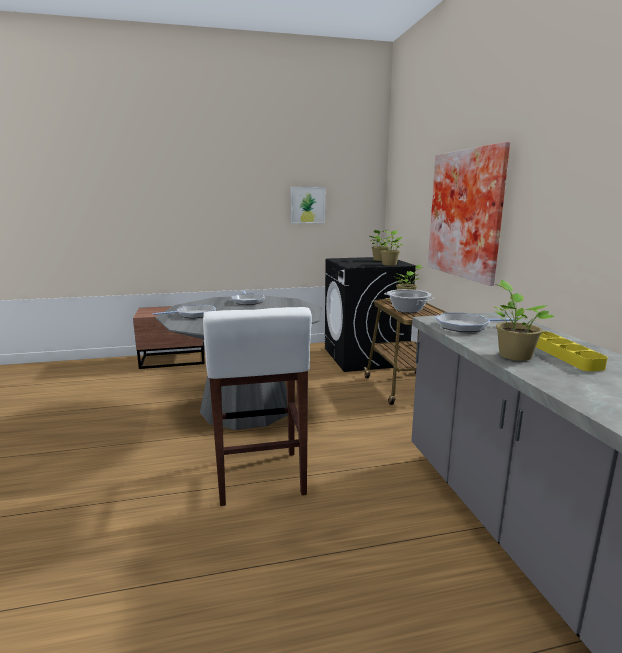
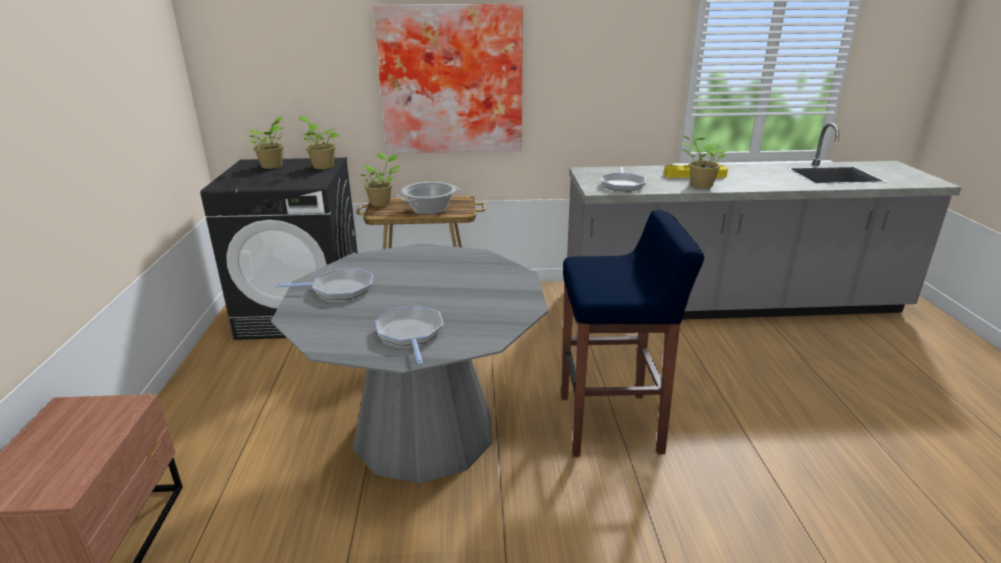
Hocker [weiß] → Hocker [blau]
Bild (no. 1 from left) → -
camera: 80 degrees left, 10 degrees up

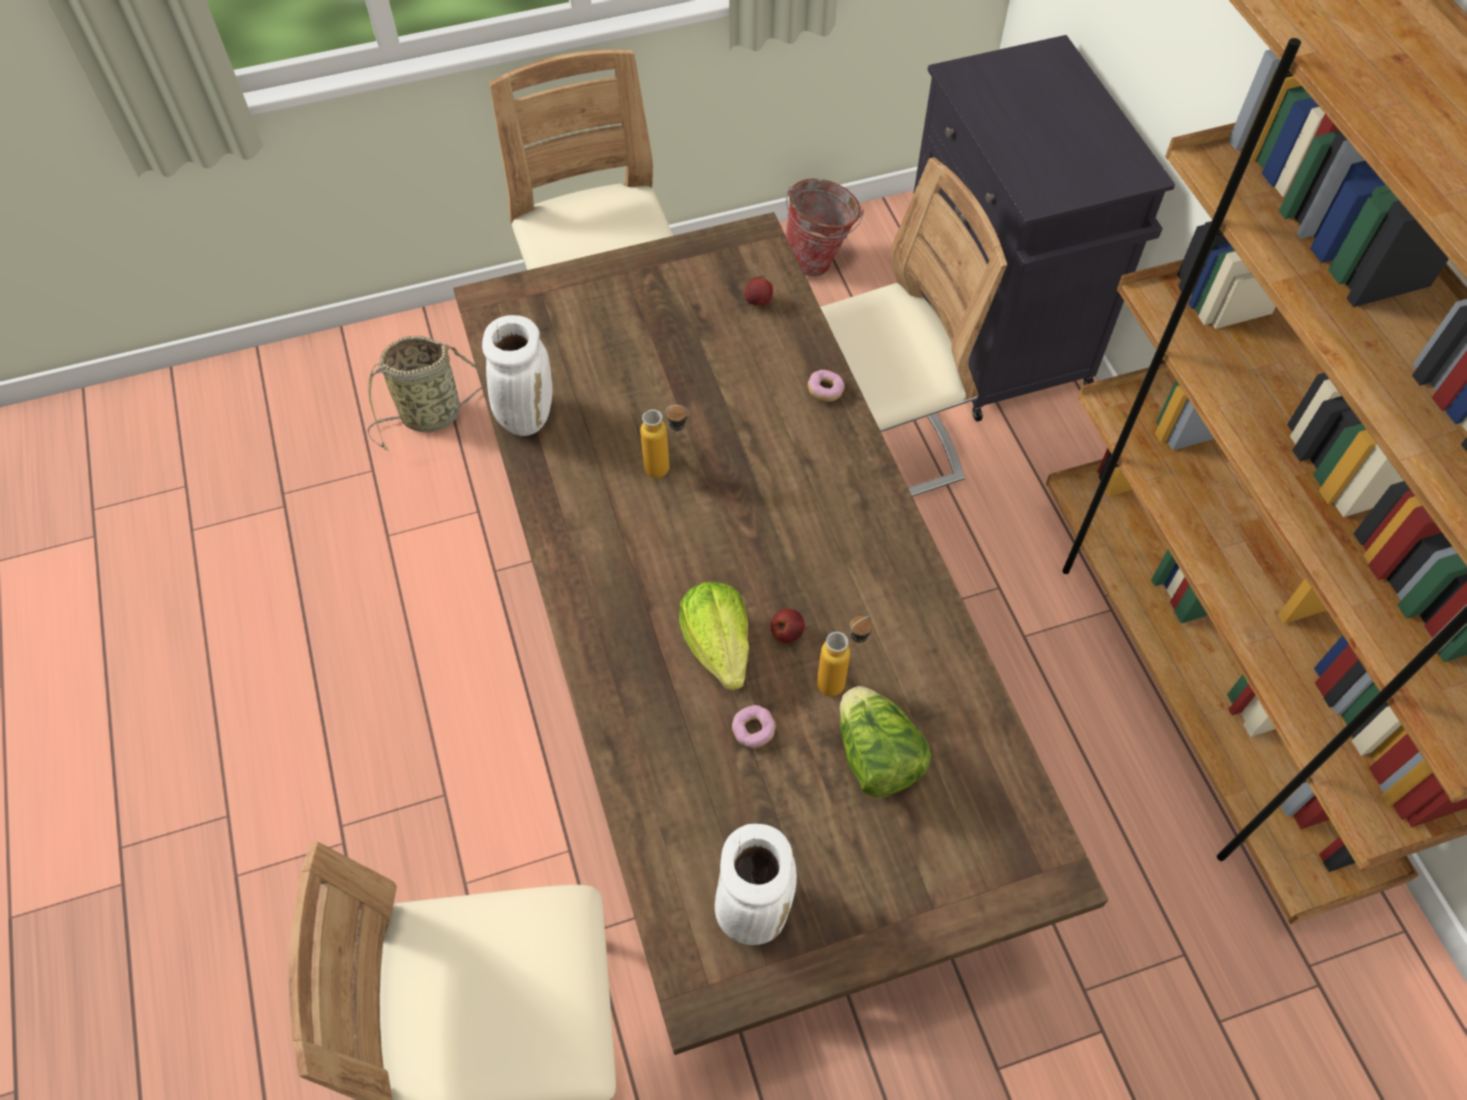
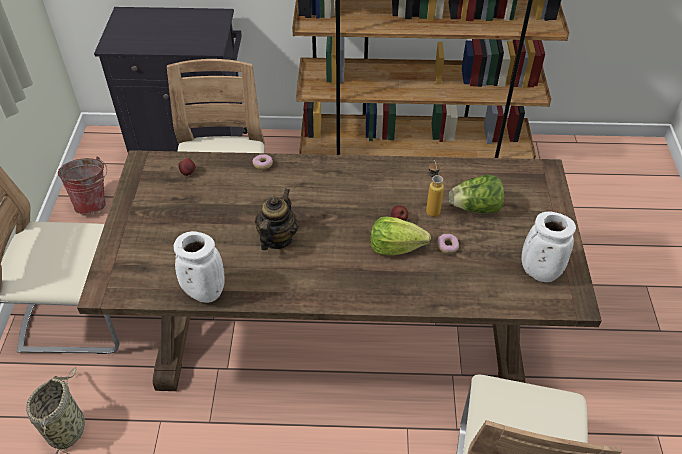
Flasche (no. 1 from left) → Teekanne
camera: 70 degrees left, 10 degrees down

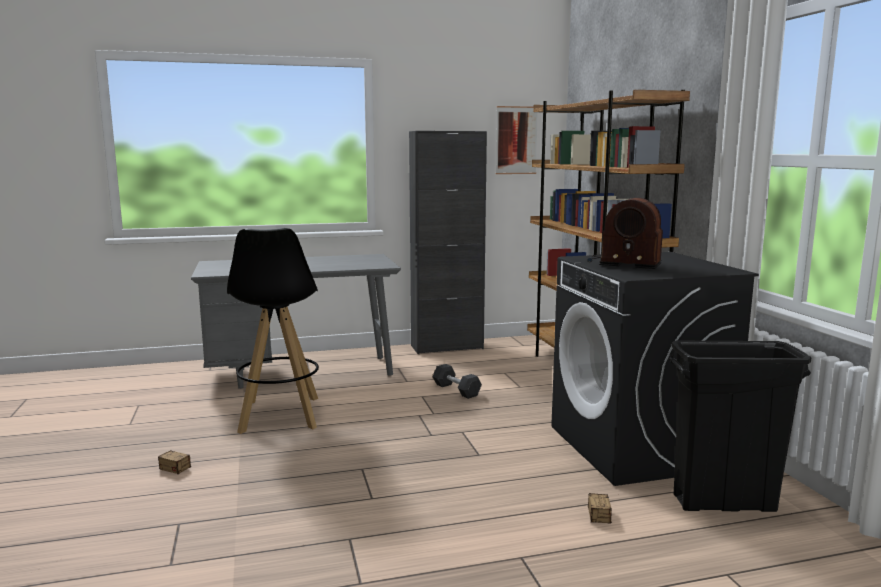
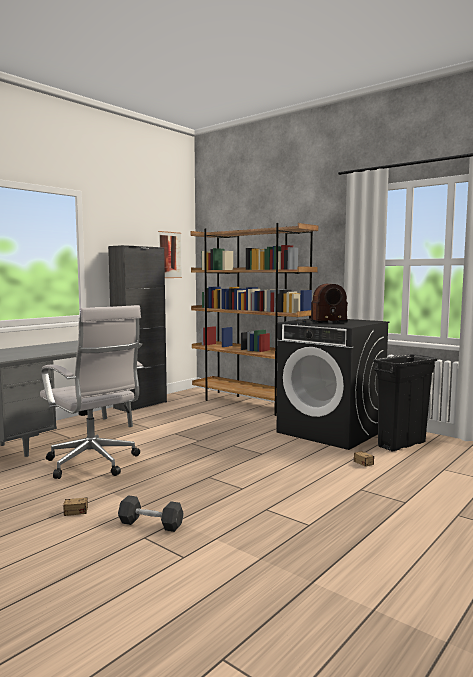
Hocker [schwarz] → Bürostuhl [weiß]
Hantel [grau], shifted
camera: 35 degrees left, 5 degrees down

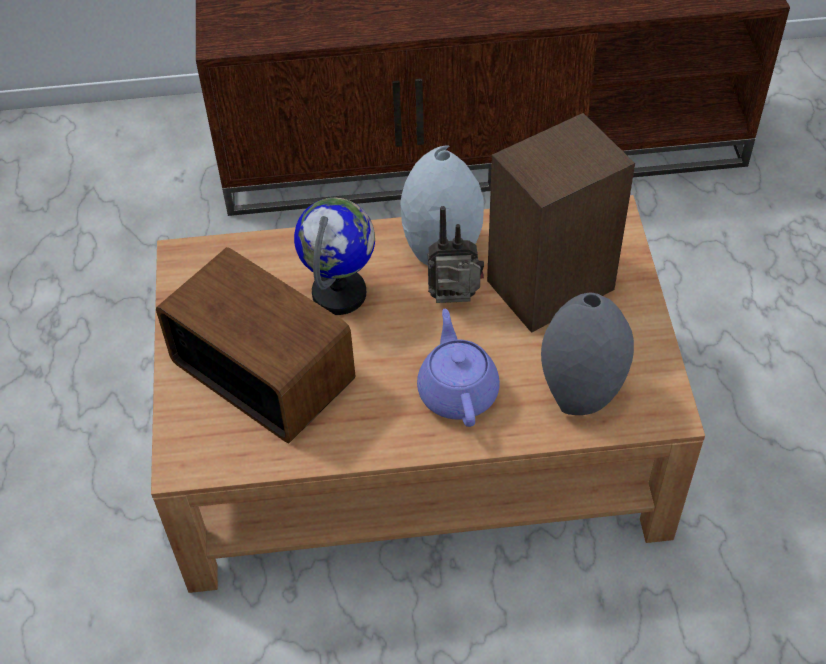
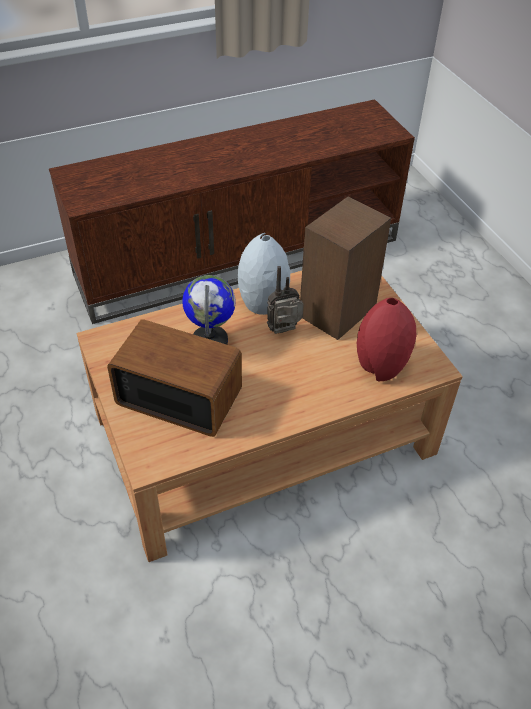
Teekanne [lila] → -
Vase [grau] (no. 2 from left) → Vase [rot]
camera: 20 degrees left, 5 degrees down

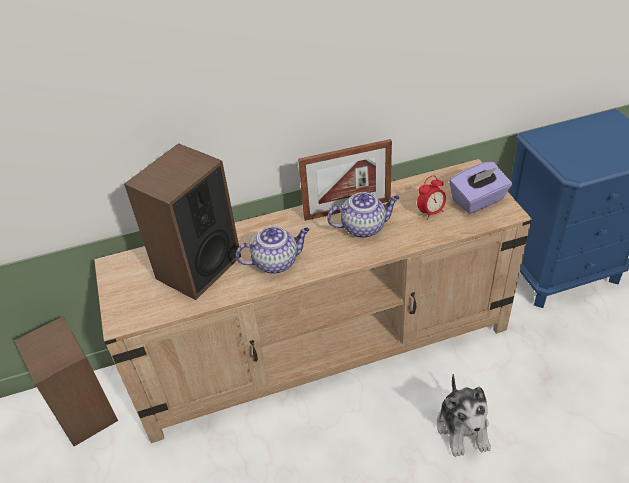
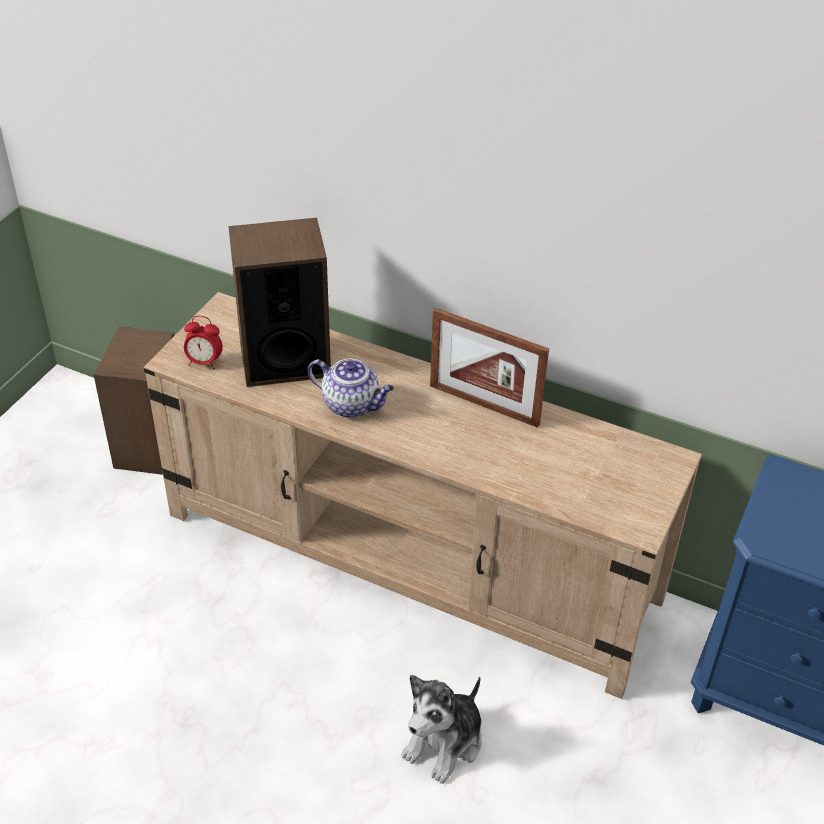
Teekanne (no. 2 from left) → -
Wecker, shifted
Taschentuchbox [lila] → -
camera: 40 degrees right, 0 degrees up

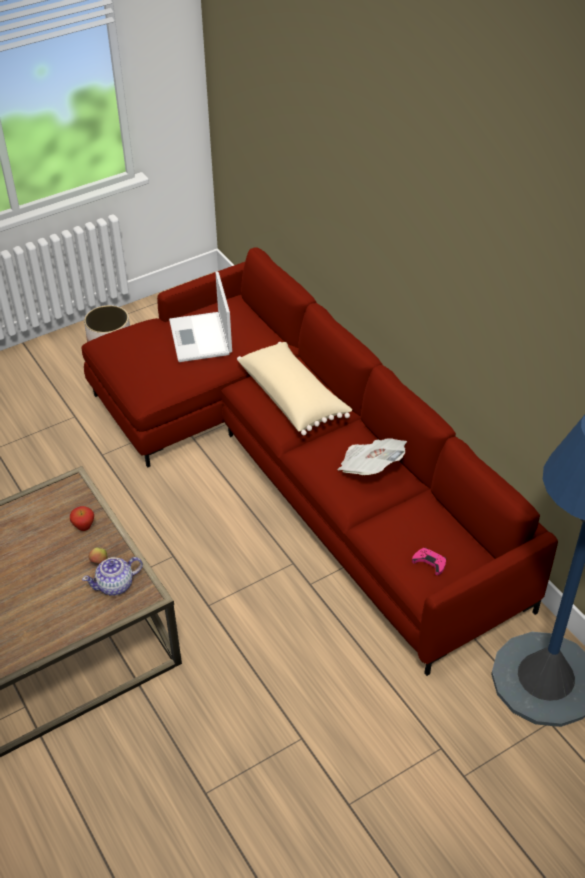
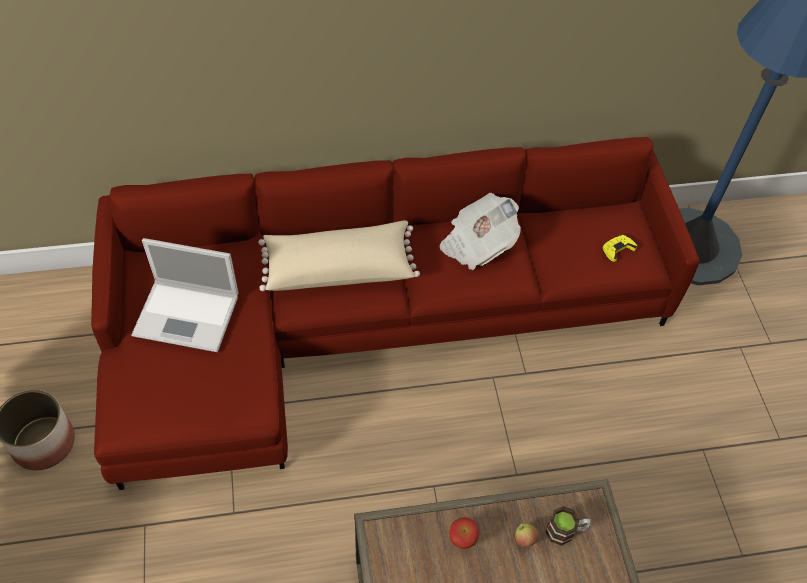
Teekanne → Henkelbecher
Gamepad [rosa] → Gamepad [gelb]
camera: 70 degrees left, 10 degrees up

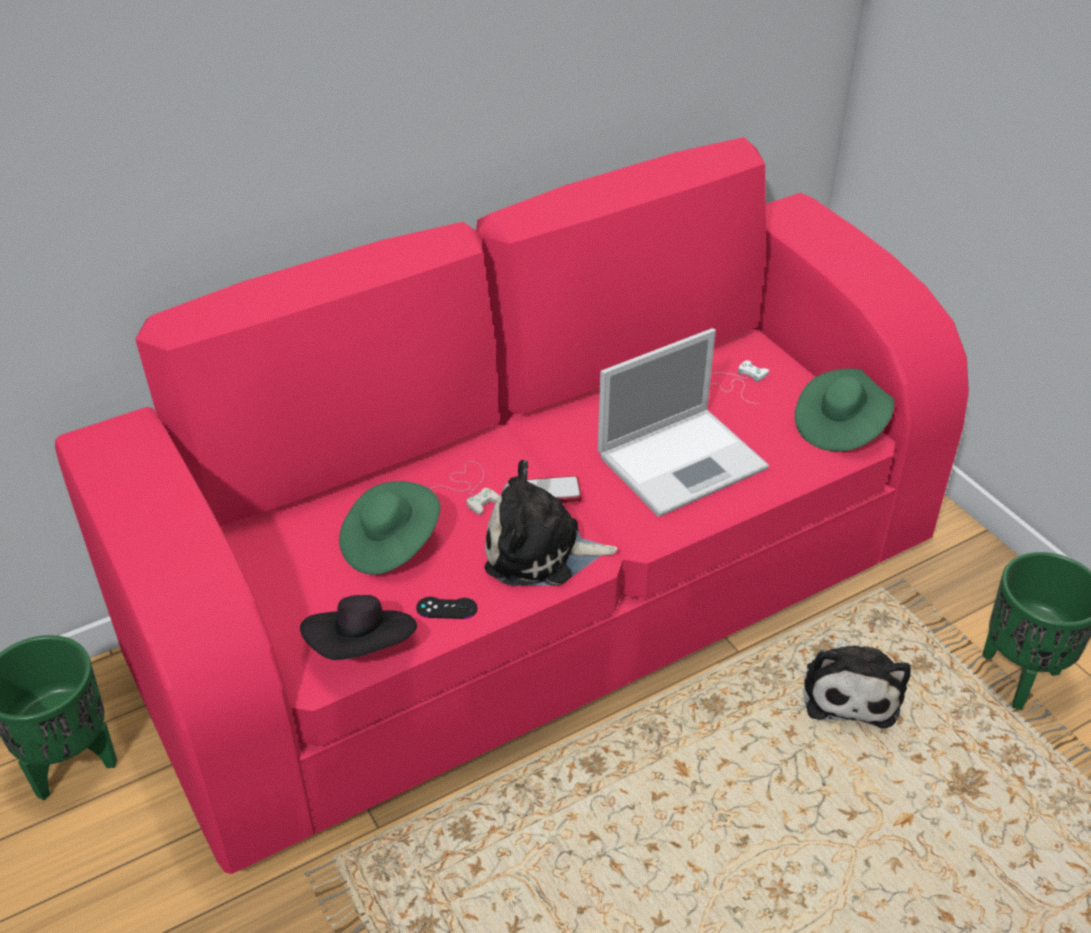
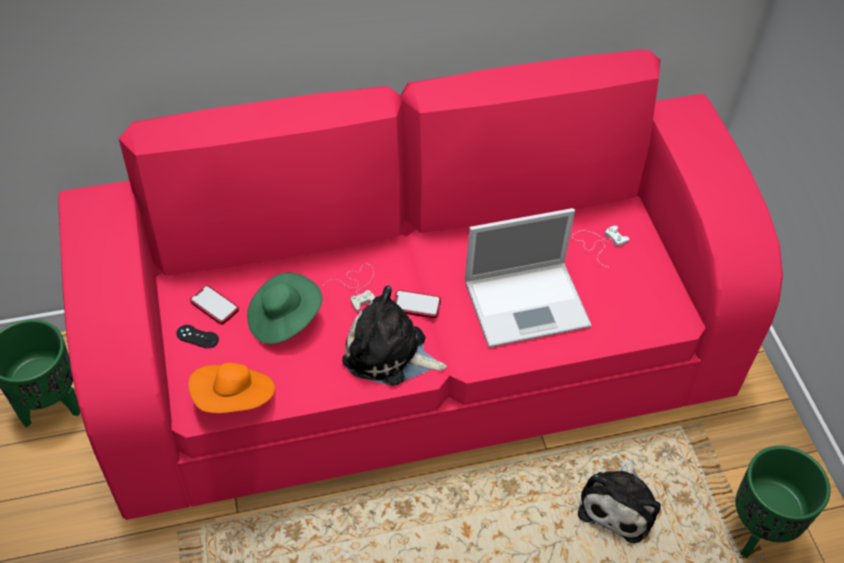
Hut [schwarz] → Hut [orange]
Gamepad [schwarz], shifted
Hut [grün] (no. 2 from left) → -
- → Handy (no. 1 from left)
camera: 15 degrees right, 10 degrees up

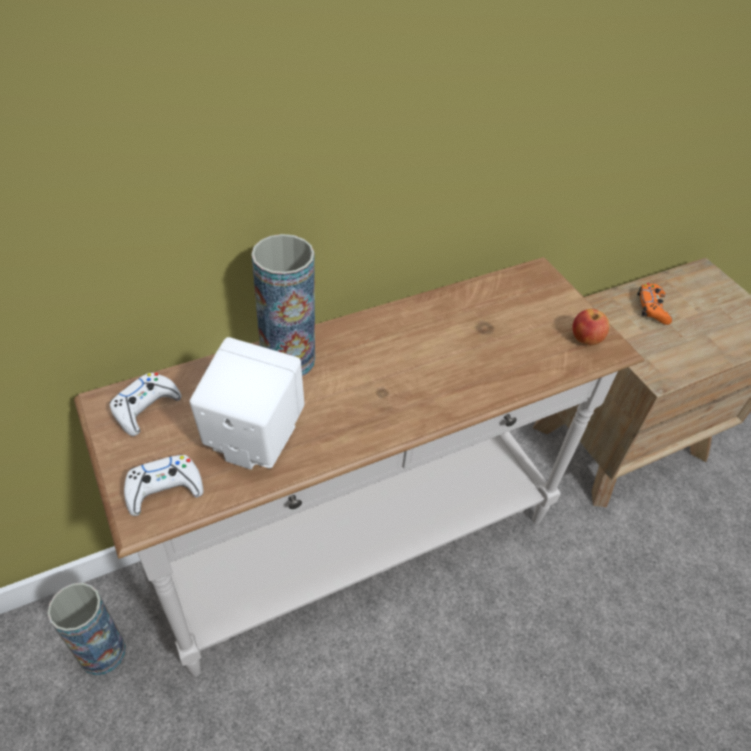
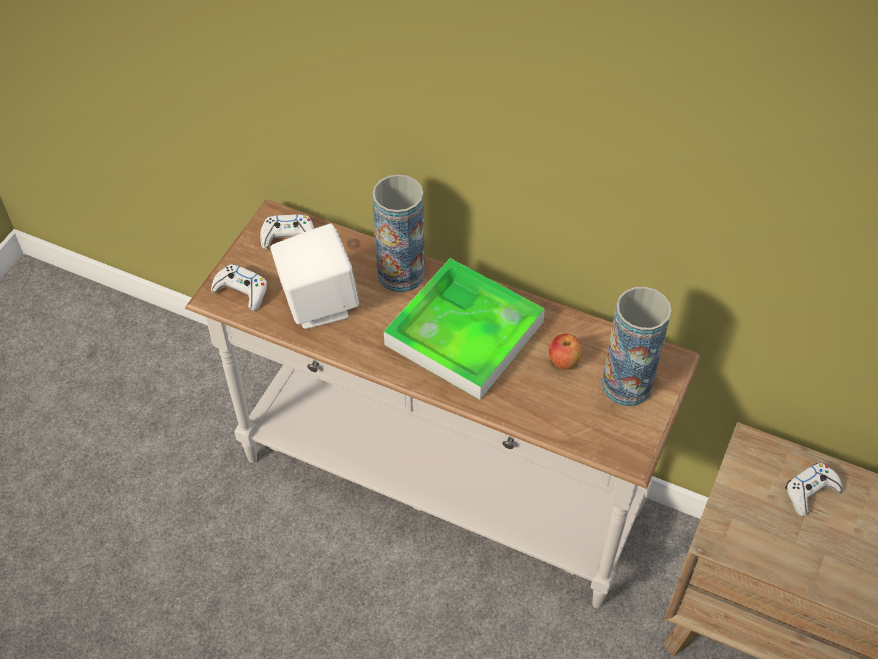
Vase (no. 1 from left in the first image) → Vase (no. 2 from left), shifted
Apfel, shifted
Gamepad [orange] → Gamepad [weiß] (no. 3 from left)
- → Tablett
camera: 55 degrees right, 5 degrees up

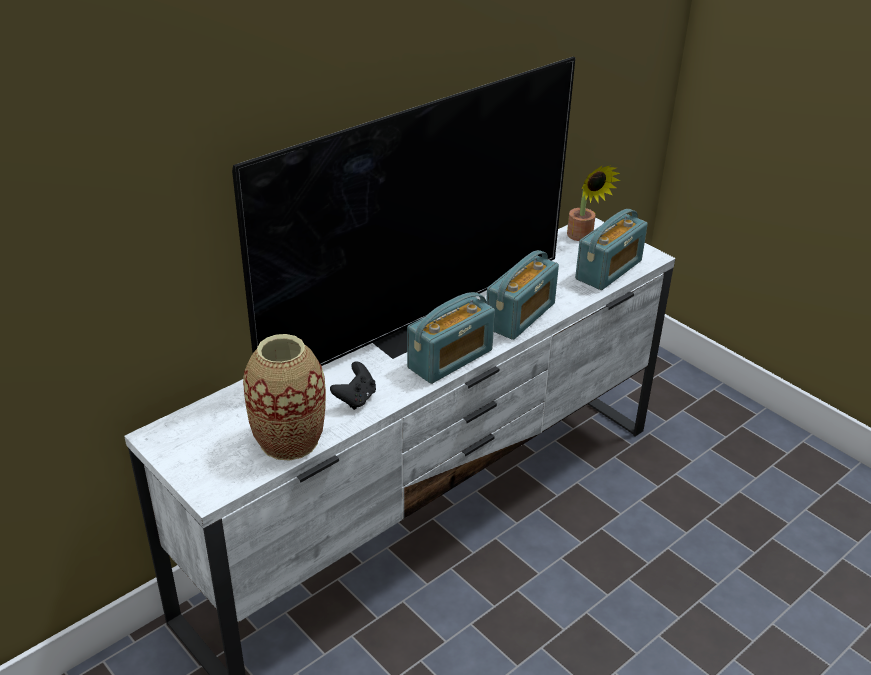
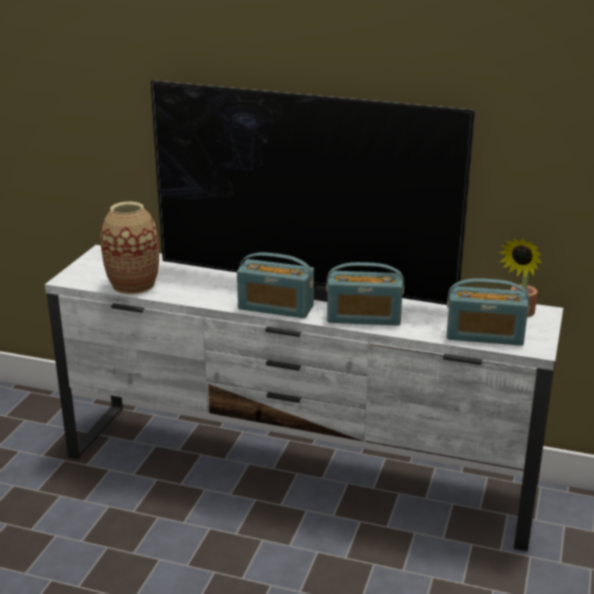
Gamepad [schwarz] → -
camera: 60 degrees right, 10 degrees down

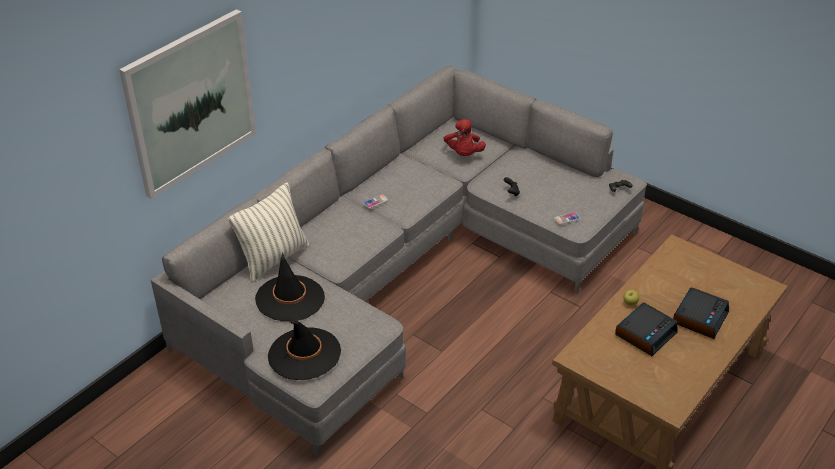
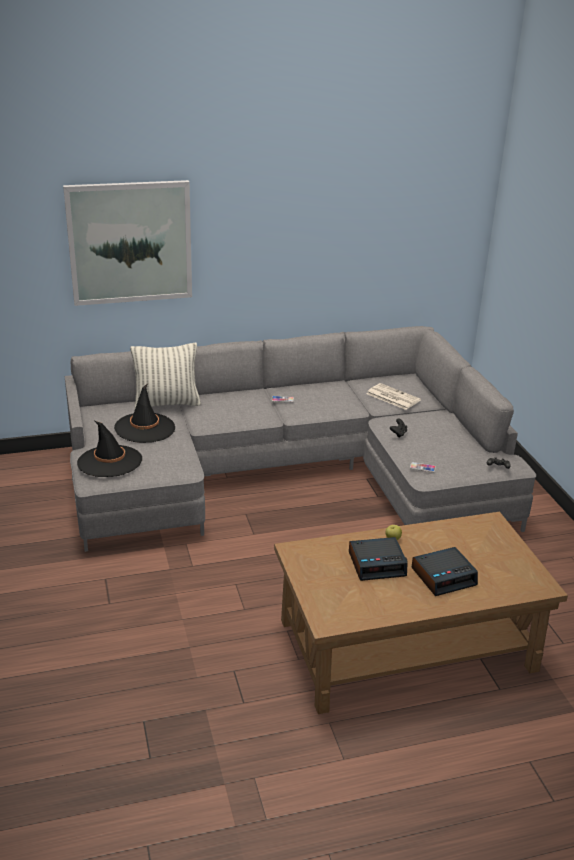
Plüschtier [rot] → Zeitung
camera: 35 degrees right, 10 degrees down

